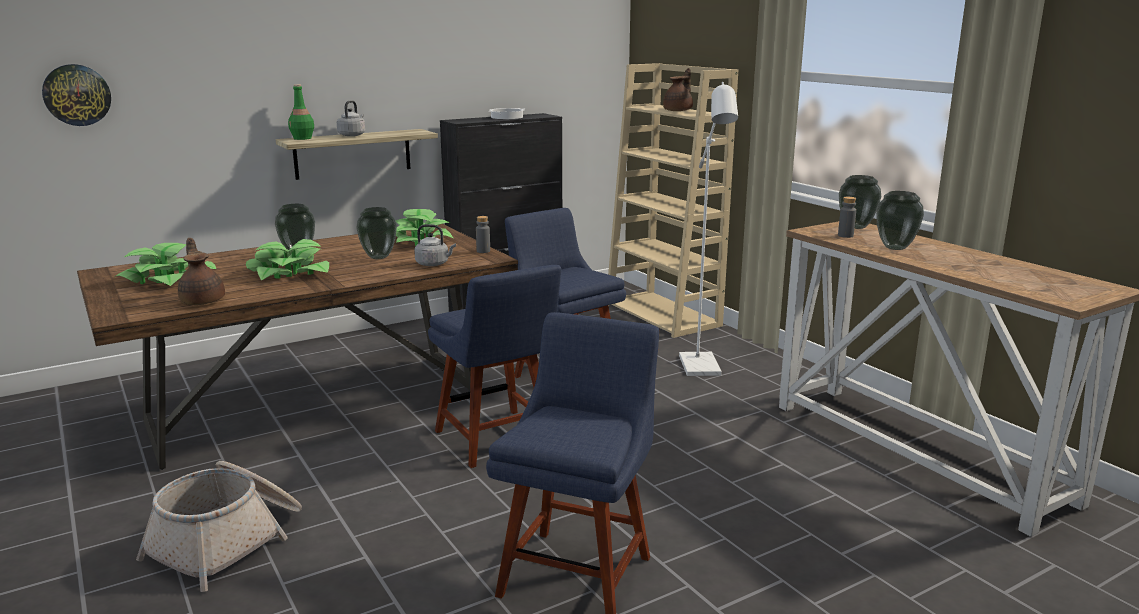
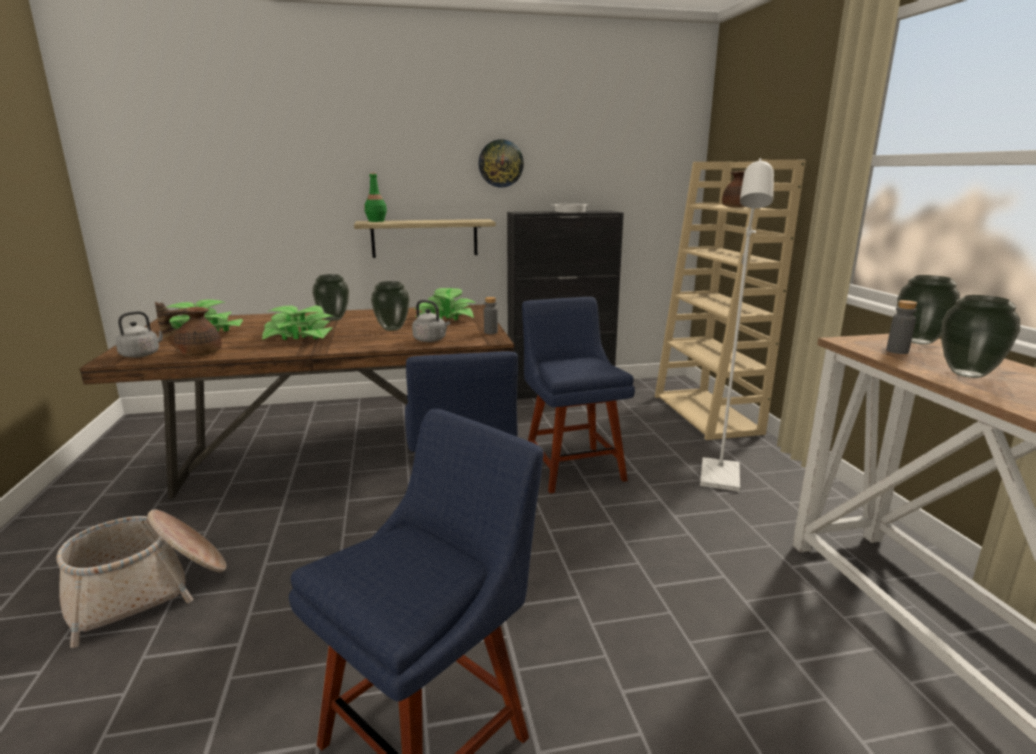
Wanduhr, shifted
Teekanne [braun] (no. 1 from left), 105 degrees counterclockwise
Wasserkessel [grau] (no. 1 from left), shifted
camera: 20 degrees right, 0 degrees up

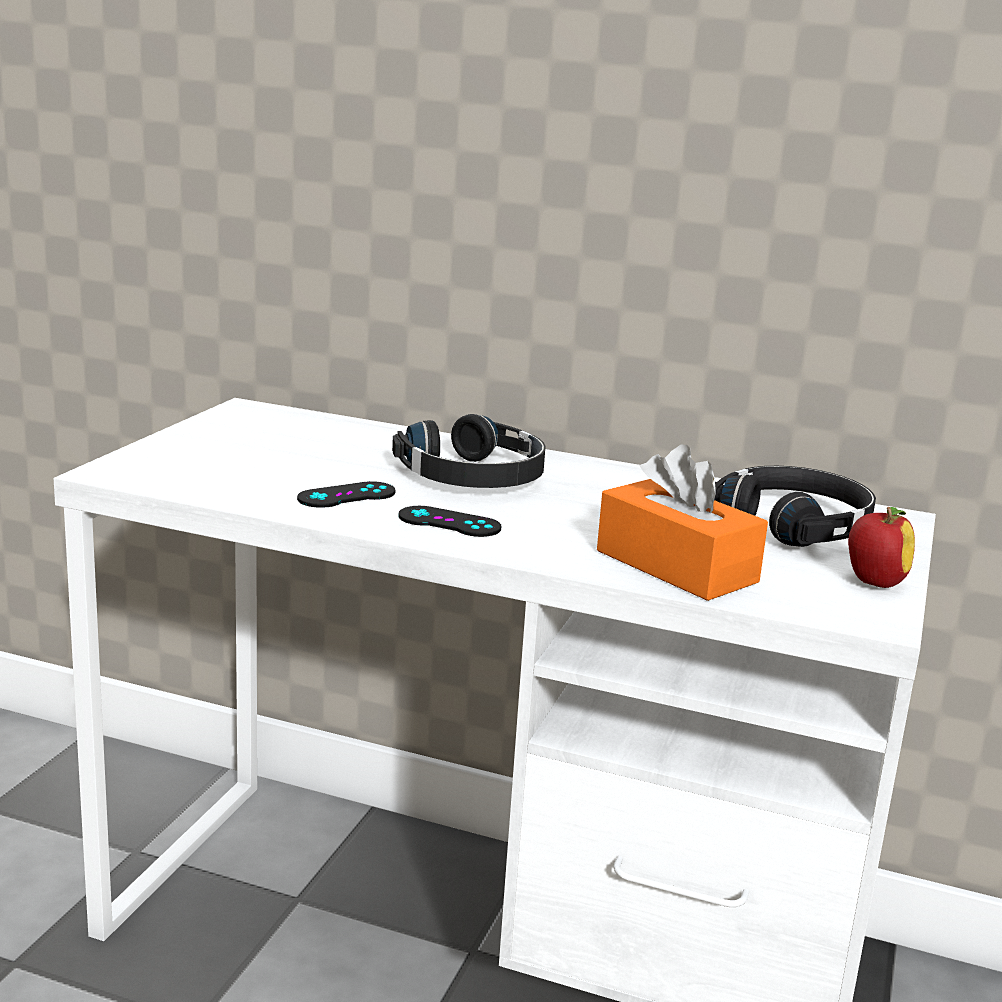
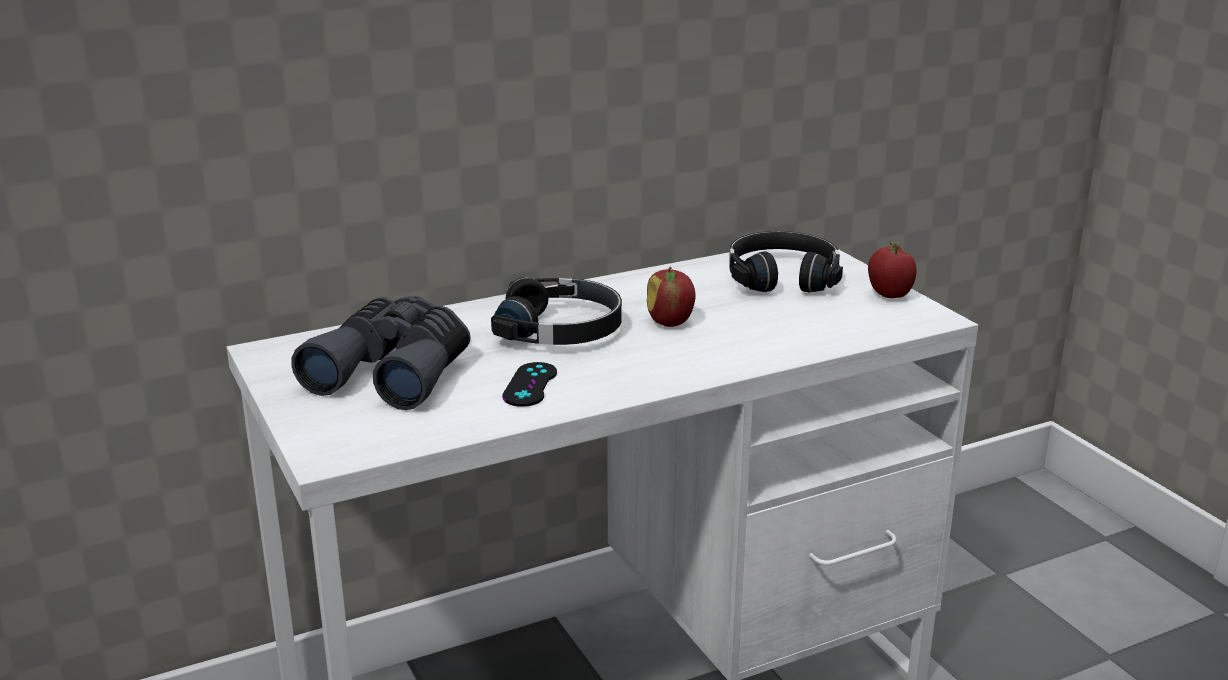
Gamepad [schwarz] (no. 2 from left) → -
Taschentuchbox [orange] → -
- → Fernglas [grau]
- → Apfel (no. 1 from left)
camera: 45 degrees left, 5 degrees up

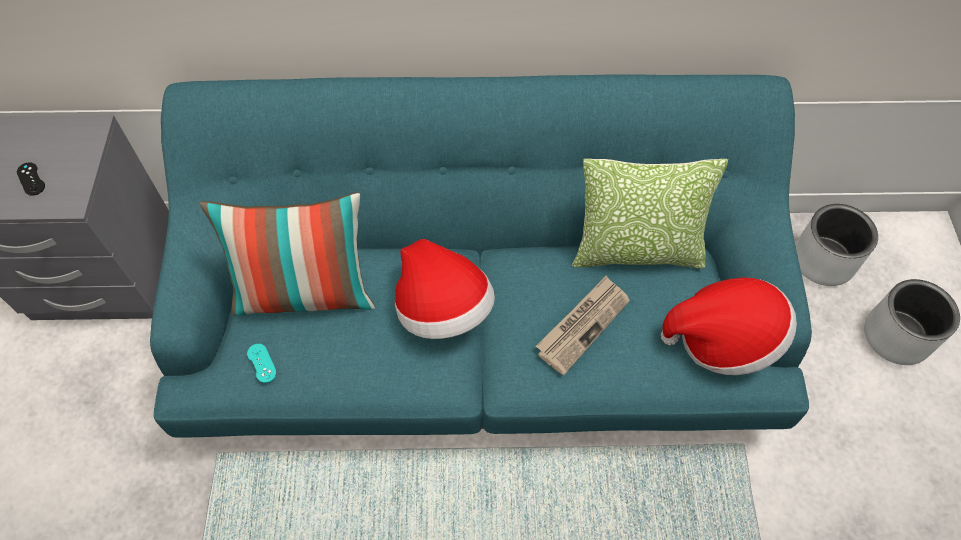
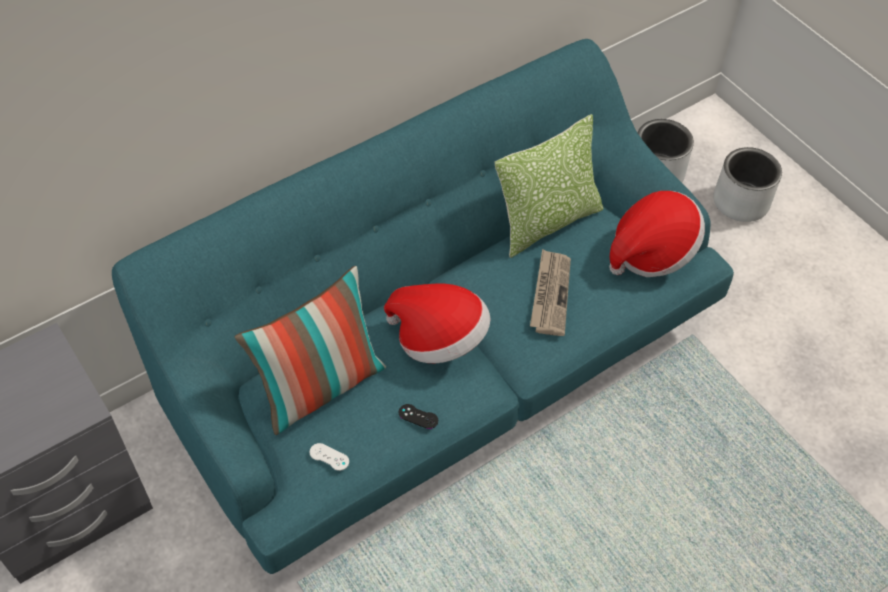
Gamepad [schwarz], shifted
Gamepad [türkis] → Gamepad [weiß]
camera: 35 degrees left, 5 degrees down

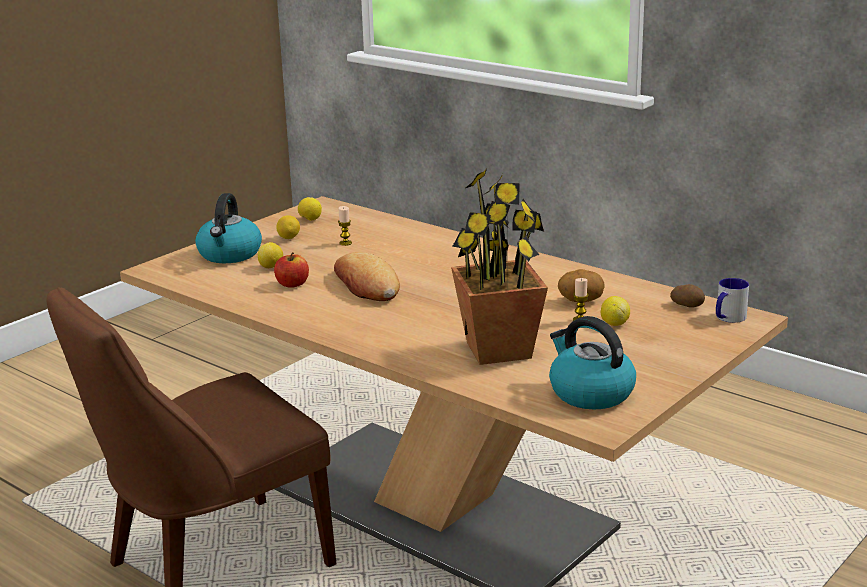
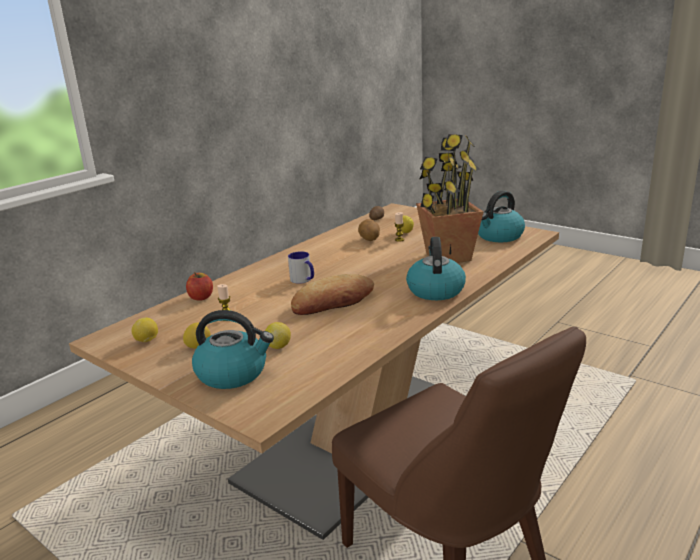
Apfel, shifted
Henkelbecher, shifted
- → Wasserkessel (no. 2 from left)
camera: 90 degrees left, 0 degrees up

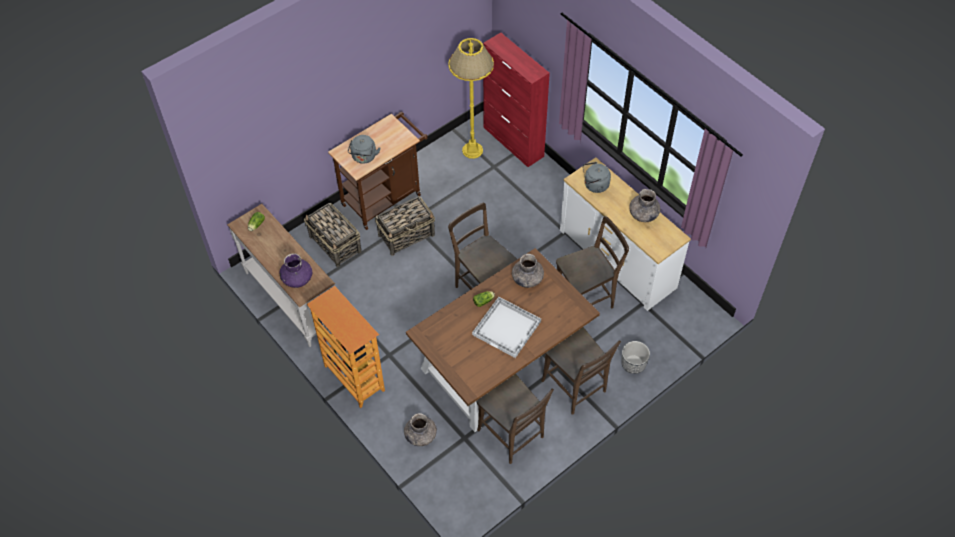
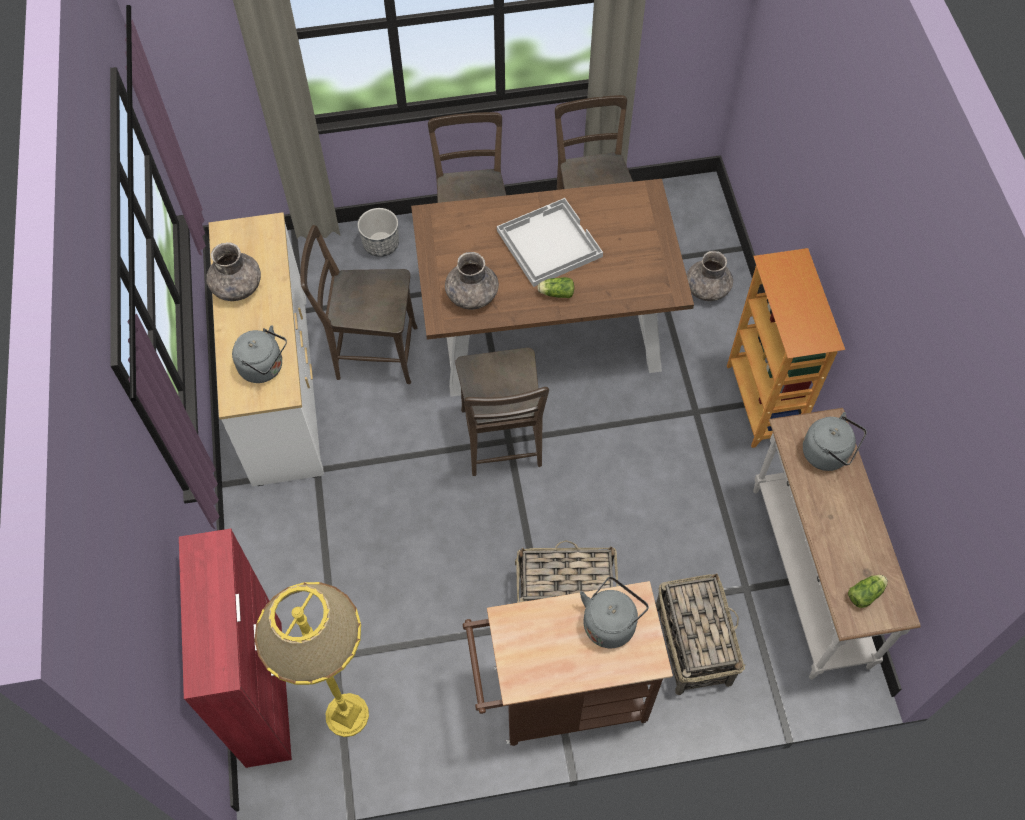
Vase [lila] → Wasserkessel [grau] (no. 3 from left)
camera: 150 degrees left, 5 degrees up

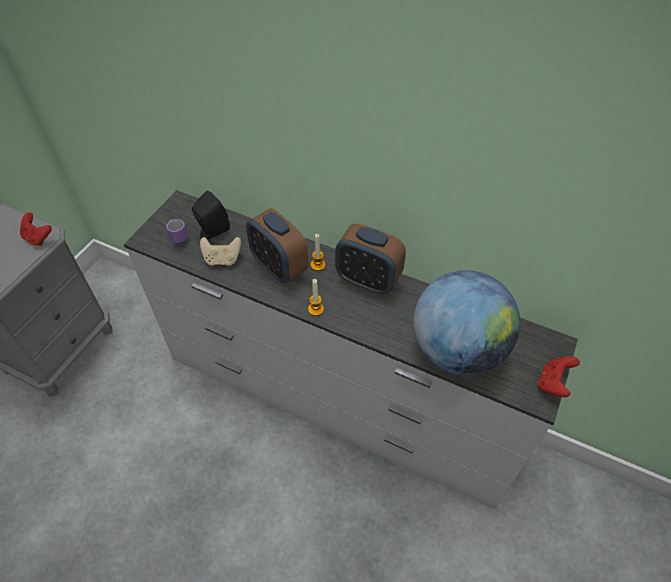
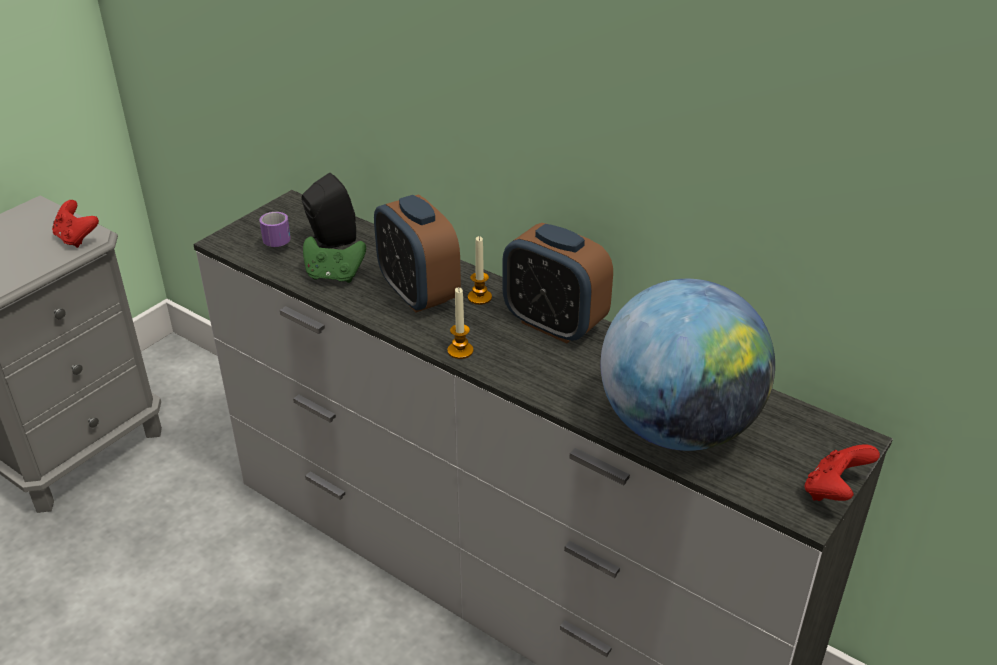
Gamepad [beige] → Gamepad [grün]
camera: 10 degrees right, 15 degrees down

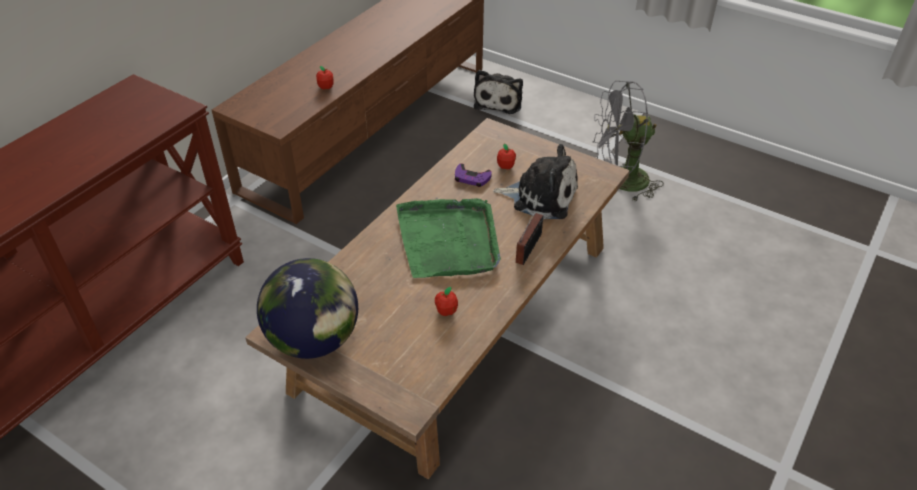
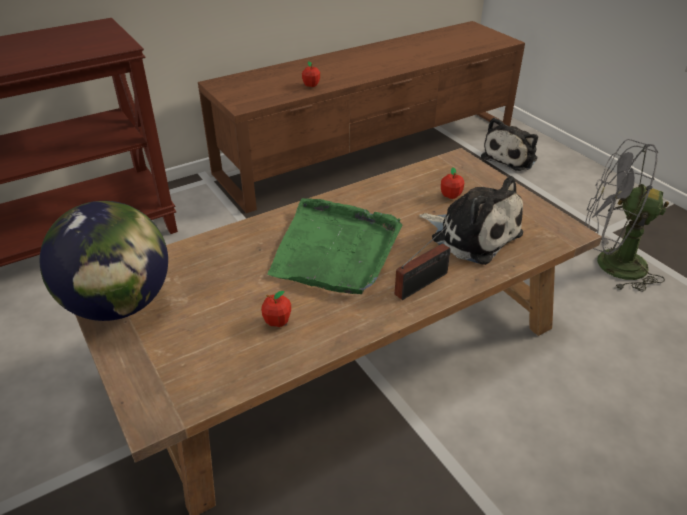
Gamepad [lila] → -
camera: 25 degrees right, 5 degrees down

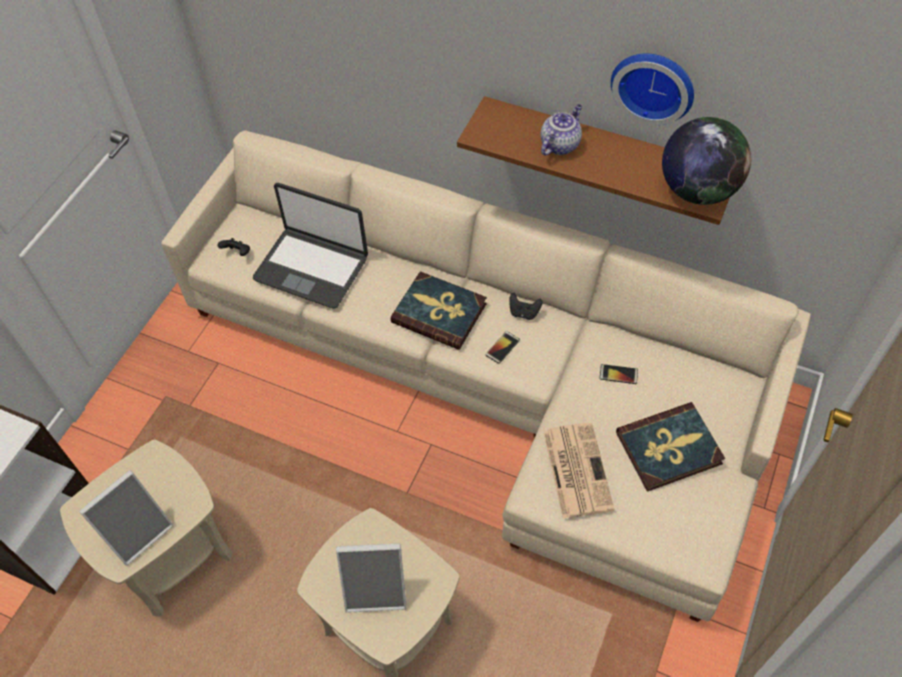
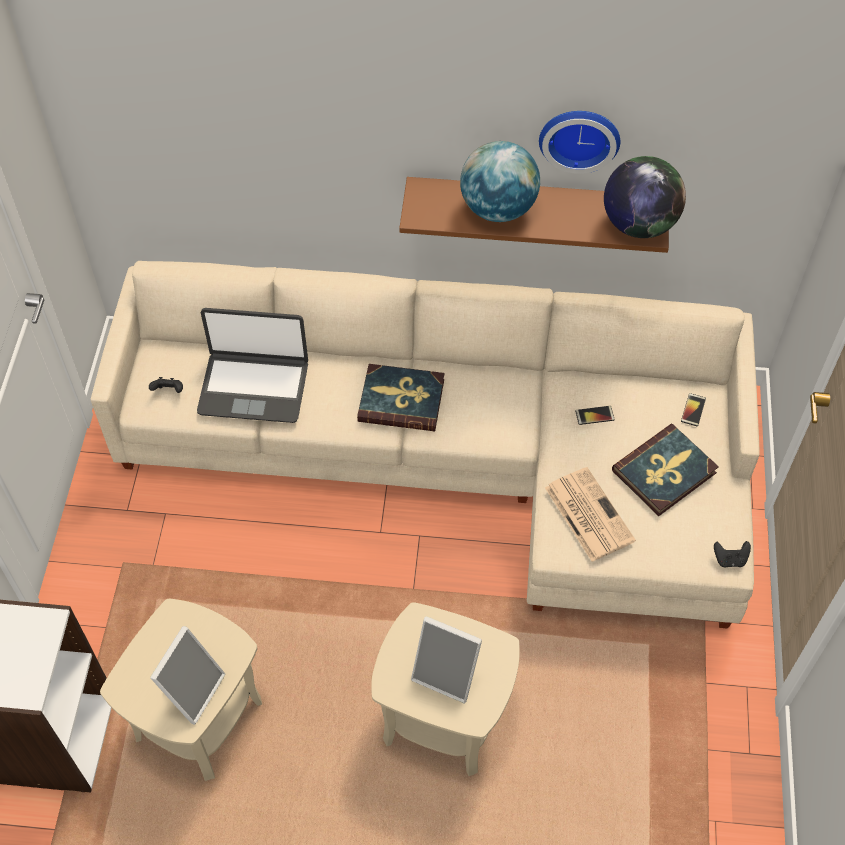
Bilderrahmen (no. 2 from left), 45 degrees clockwise
Handy (no. 1 from left in the first image) → Handy (no. 2 from left), shifted
Gamepad [schwarz] (no. 2 from left), shifted
Teekanne → Globus (no. 1 from left)
camera: 20 degrees left, 0 degrees up

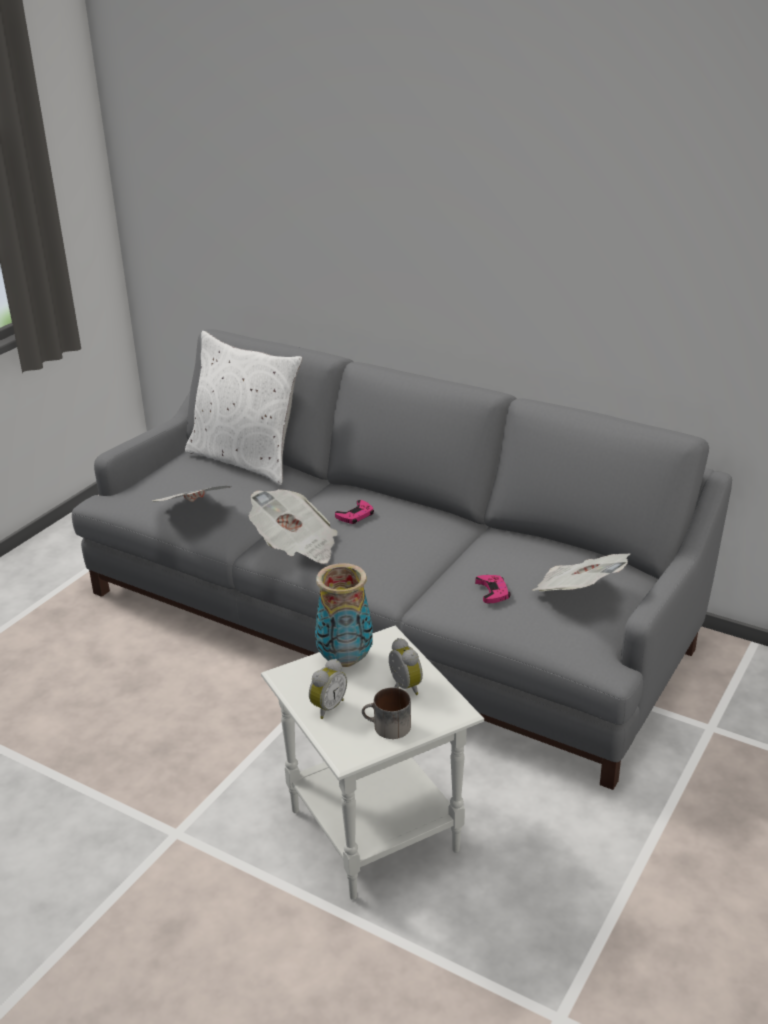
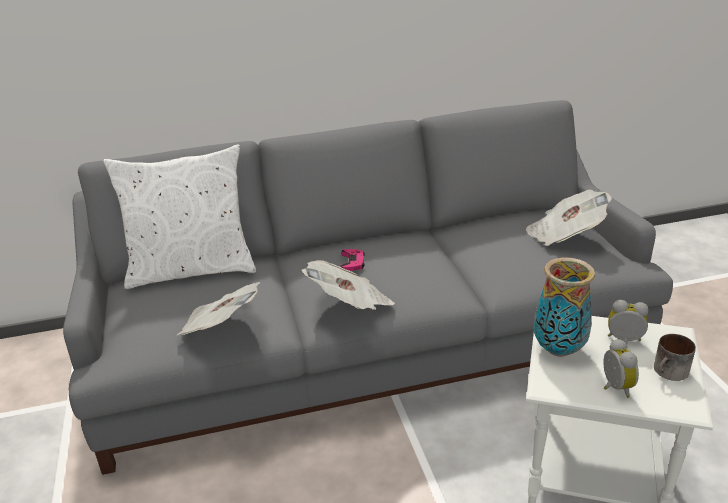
Gamepad [rosa] (no. 2 from left) → -
camera: 45 degrees left, 0 degrees up

